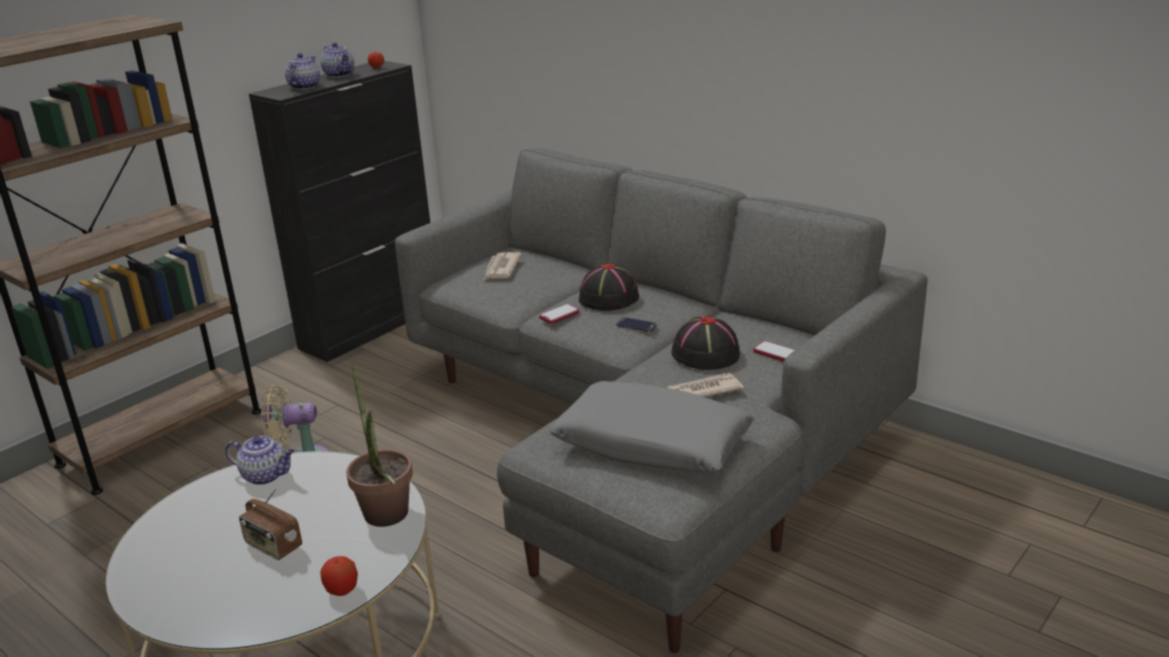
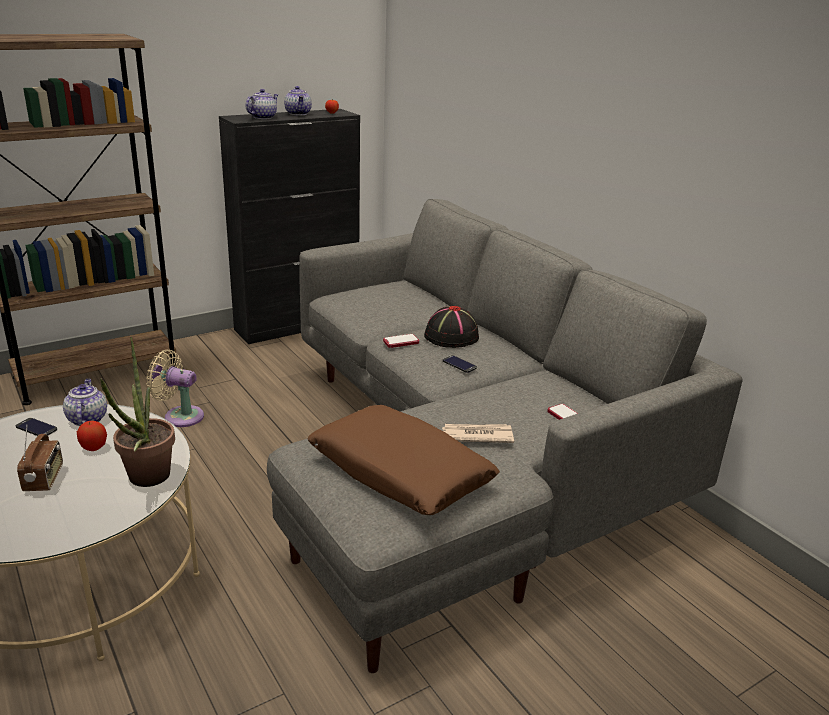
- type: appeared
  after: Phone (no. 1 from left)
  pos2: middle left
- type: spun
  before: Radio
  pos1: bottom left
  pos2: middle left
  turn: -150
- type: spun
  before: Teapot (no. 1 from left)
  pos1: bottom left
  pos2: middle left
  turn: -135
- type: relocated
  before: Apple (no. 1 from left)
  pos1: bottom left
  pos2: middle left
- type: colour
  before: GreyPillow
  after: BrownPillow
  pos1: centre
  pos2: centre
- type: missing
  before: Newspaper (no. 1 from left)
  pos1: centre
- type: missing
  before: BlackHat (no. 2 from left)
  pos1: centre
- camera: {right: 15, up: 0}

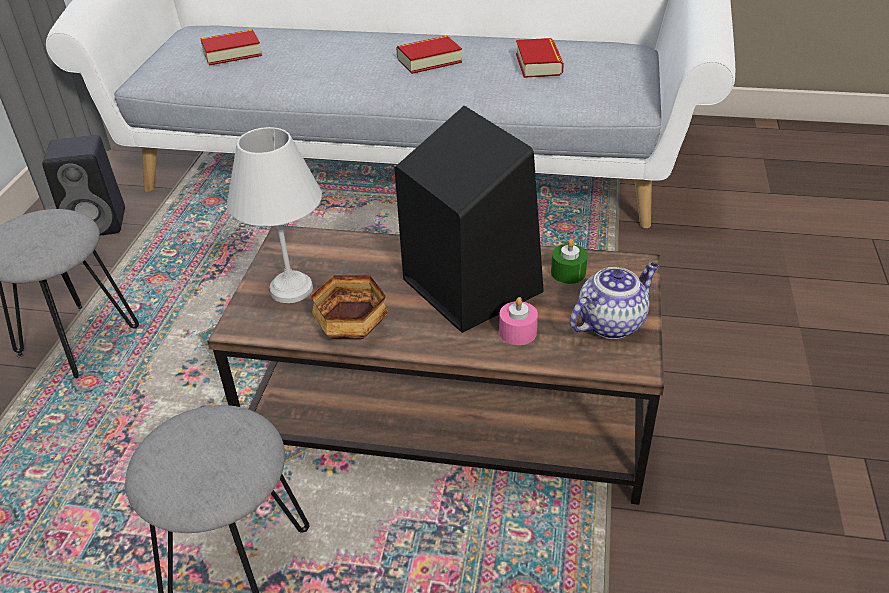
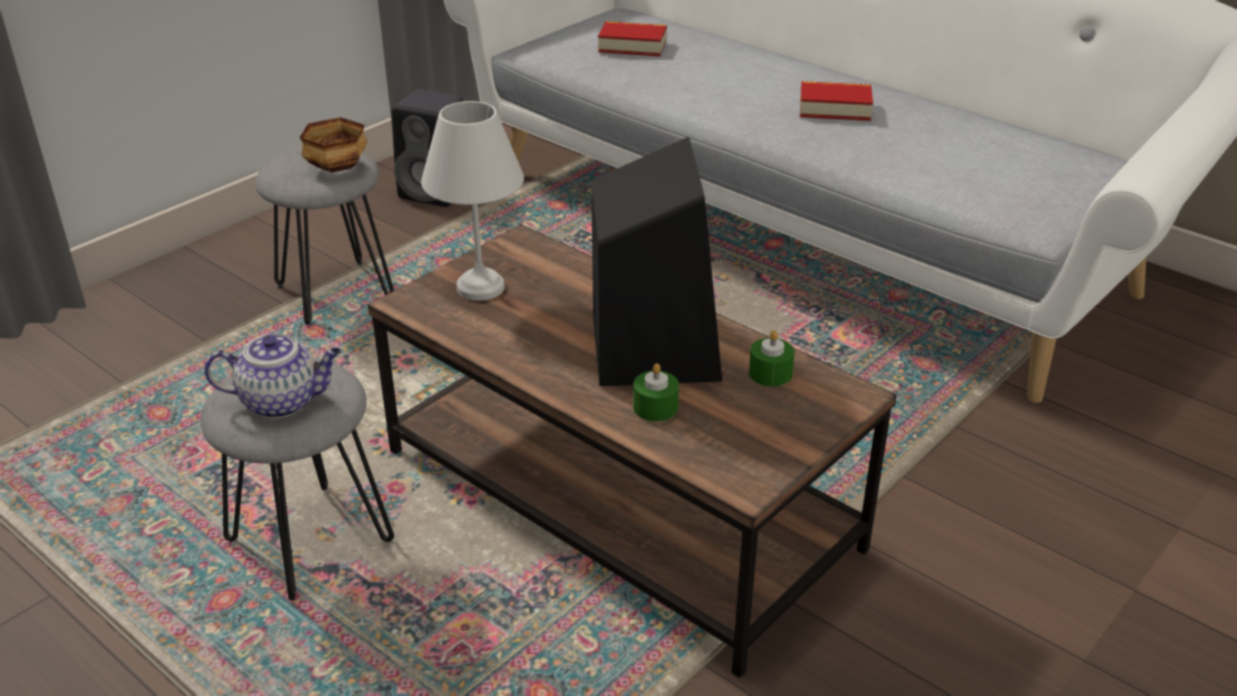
- type: relocated
  before: Teapot
  pos1: middle right
  pos2: middle left
- type: relocated
  before: Bowl
  pos1: centre
  pos2: top left
- type: colour
  before: PinkCandle
  after: GreenCandle (no. 1 from left)
  pos1: centre
  pos2: centre
- type: missing
  before: Book (no. 3 from left)
  pos1: top centre
- camera: {right: 30, up: -5}

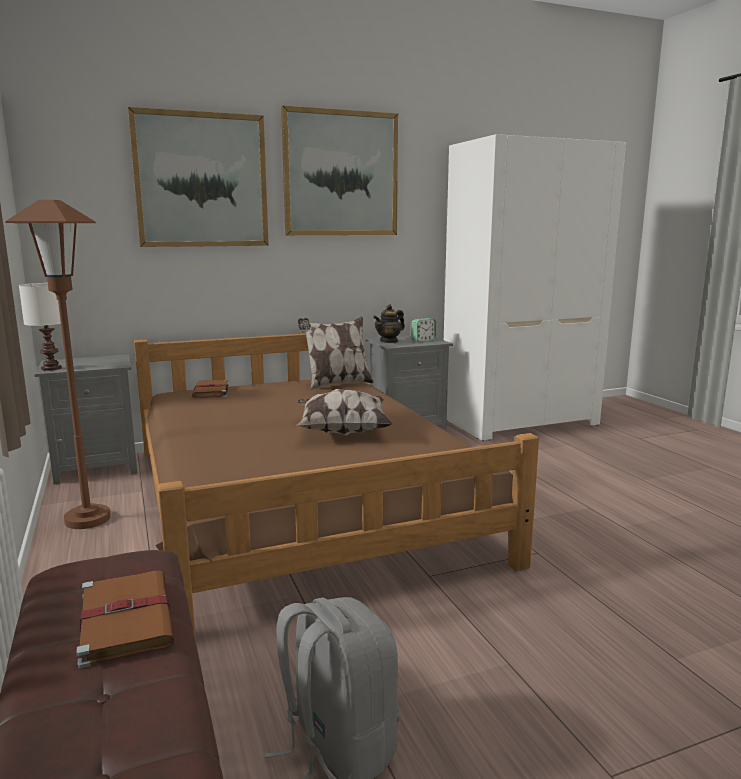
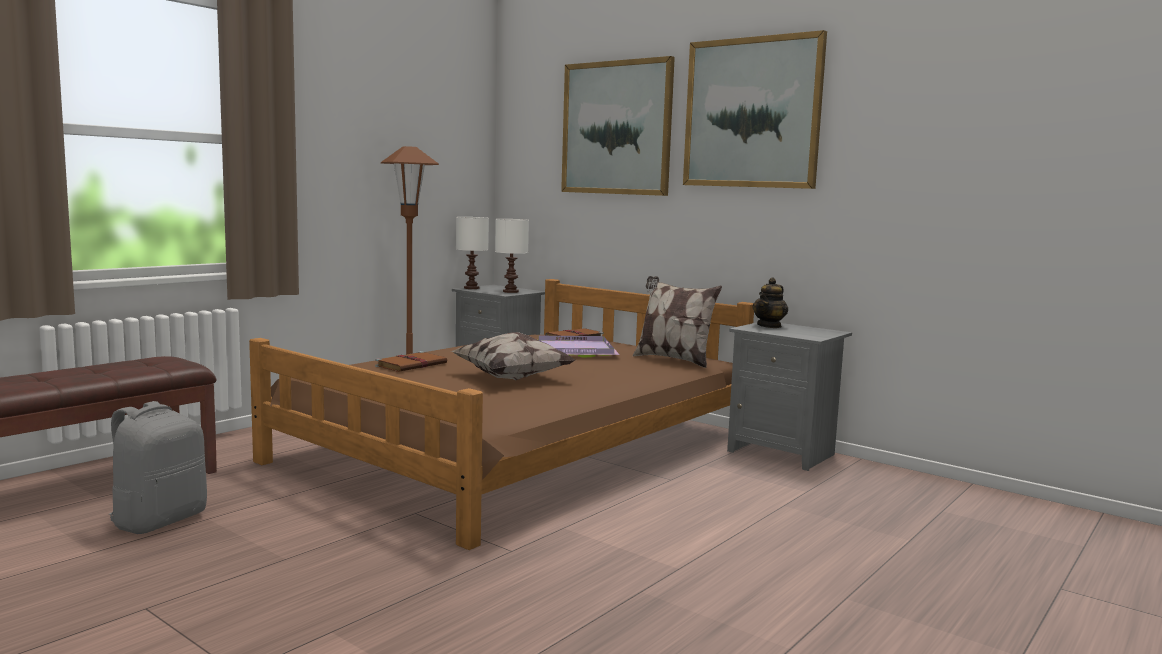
- type: relocated
  before: BrownBook (no. 1 from left)
  pos1: bottom left
  pos2: centre
- type: appeared
  after: WhiteTableLamp (no. 2 from left)
  pos2: centre
- type: appeared
  after: PurpleTray
  pos2: centre
- type: spun
  before: Teapot
  pos1: centre
  pos2: centre
  turn: -75
- type: missing
  before: AlarmClock
  pos1: centre
- type: missing
  before: WhiteWardrobe
  pos1: middle right
- camera: {right: 60, up: -5}

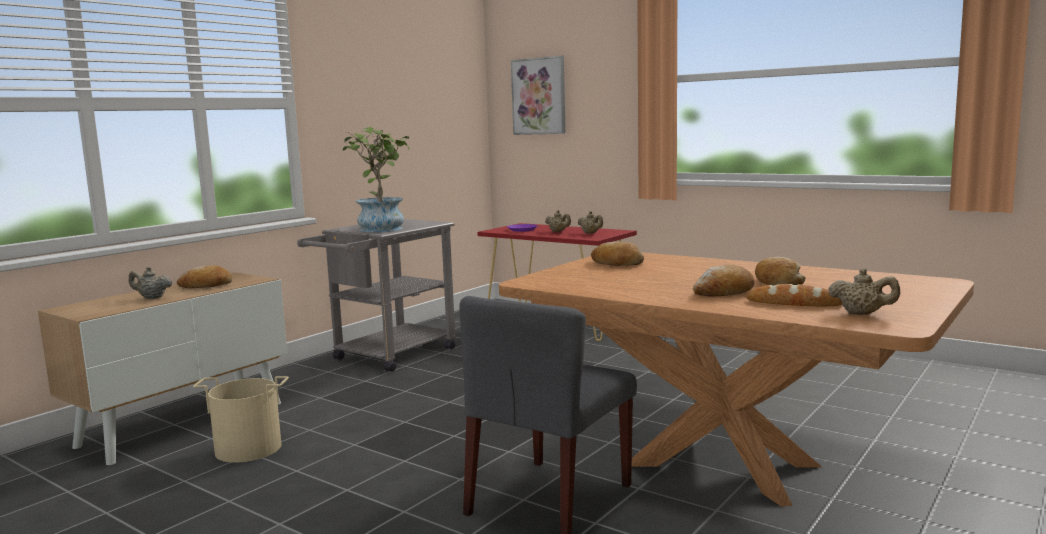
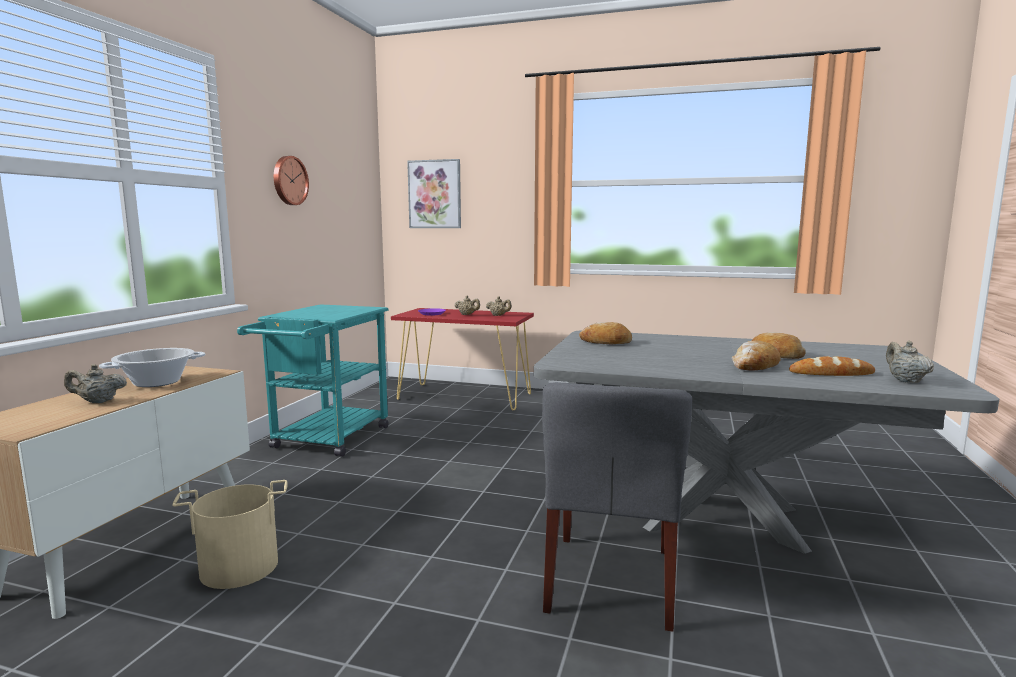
- type: exchanged
  before: Bread (no. 1 from left)
  after: CookingPot
  pos1: middle left
  pos2: middle left
- type: colour
  before: GreyCart
  after: TurquoiseCart
  pos1: centre
  pos2: middle left
- type: appeared
  after: WallClock
  pos2: top left
- type: colour
  before: BrownDiningTable
  after: GreyDiningTable
  pos1: bottom right
  pos2: middle right
- type: spun
  before: BeigeTeapot (no. 4 from left)
  pos1: middle right
  pos2: middle right
  turn: -105
- type: missing
  before: PottedPlant
  pos1: centre
- camera: {right: -20, up: 0}

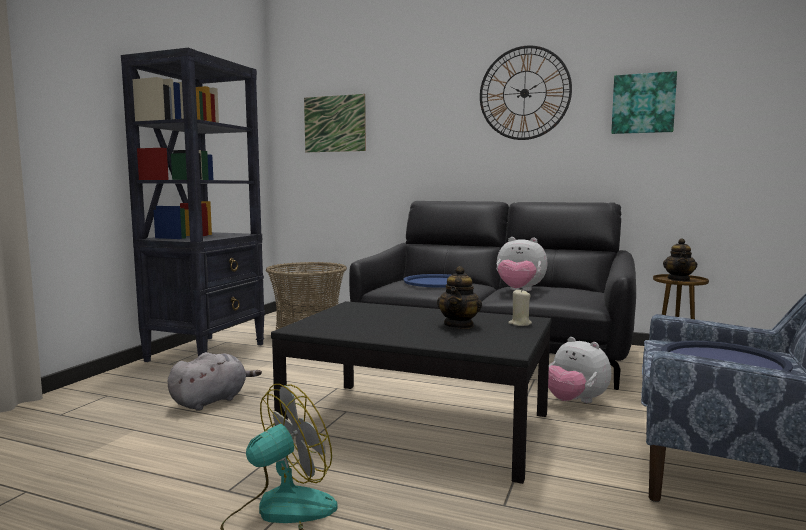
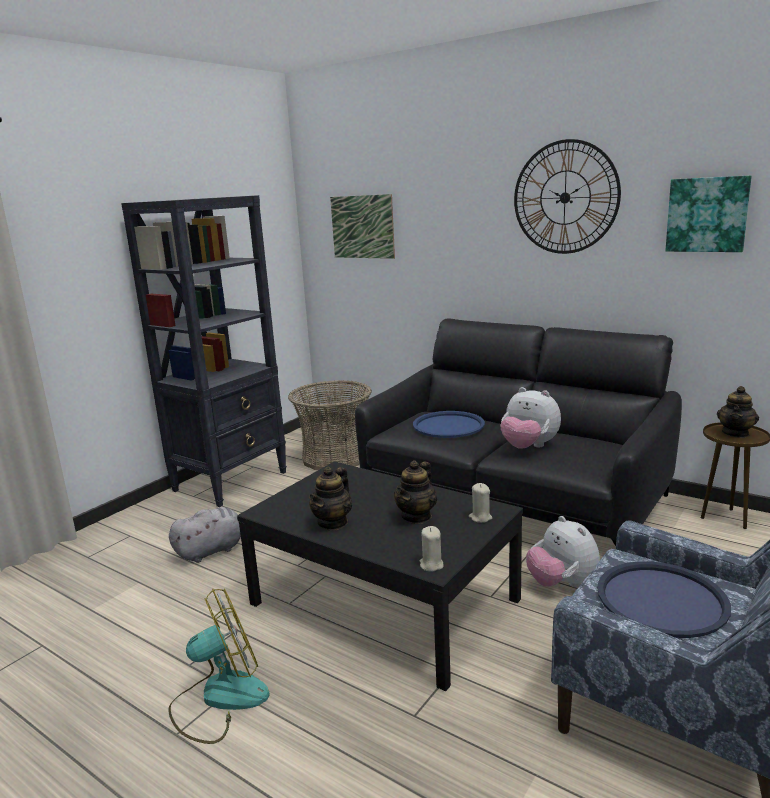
- type: appeared
  after: Teapot (no. 1 from left)
  pos2: centre
- type: appeared
  after: BeigeCandle (no. 1 from left)
  pos2: bottom centre
- camera: {right: 15, up: 10}

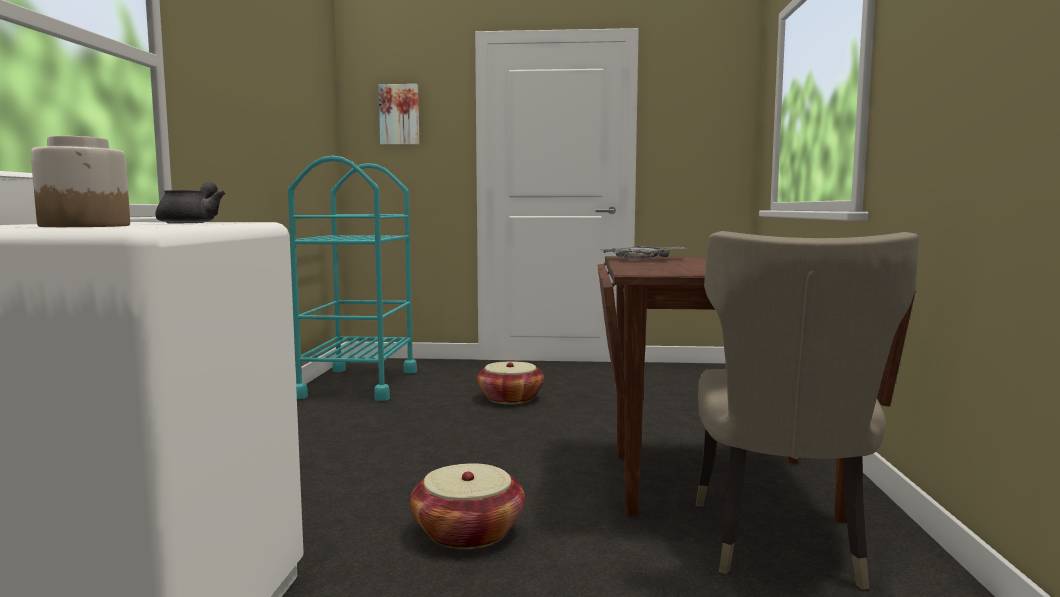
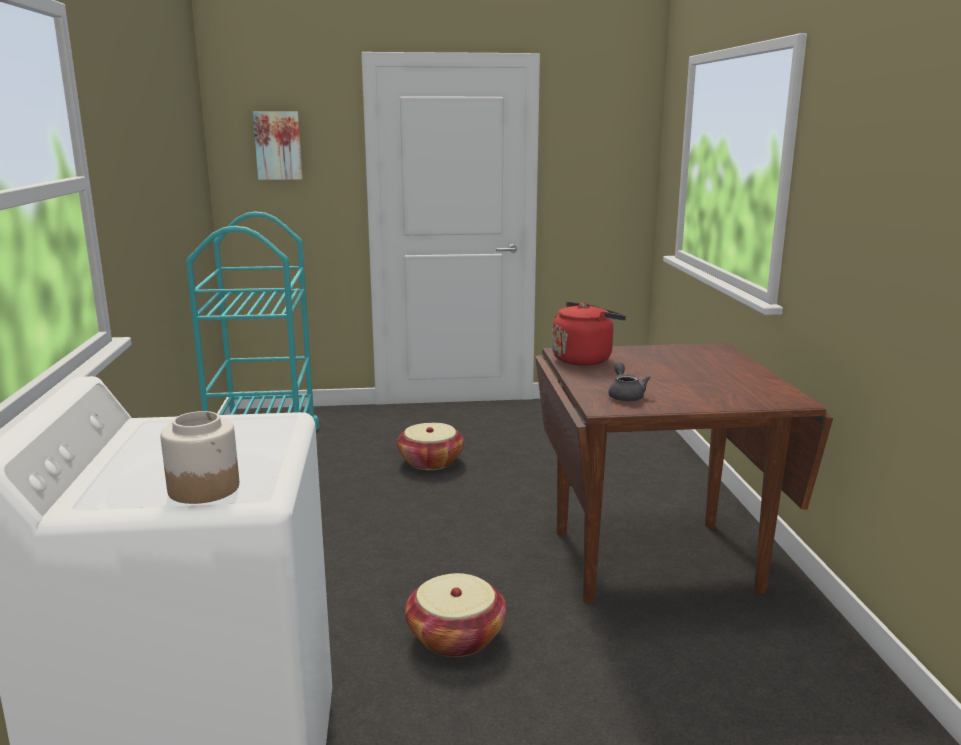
- type: exchanged
  before: Tray
  after: RedKettle
  pos1: centre
  pos2: centre
- type: relocated
  before: GreyTeapot
  pos1: middle left
  pos2: centre
- type: missing
  before: BeigeChair
  pos1: bottom right
- camera: {right: -10, up: 10}

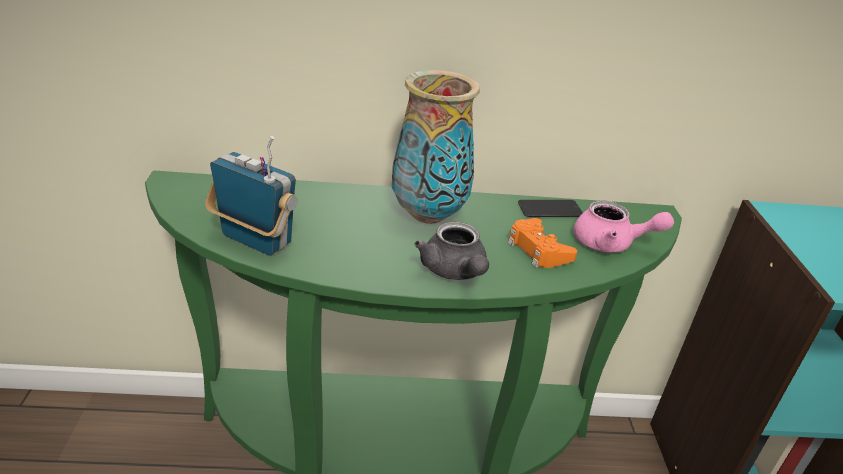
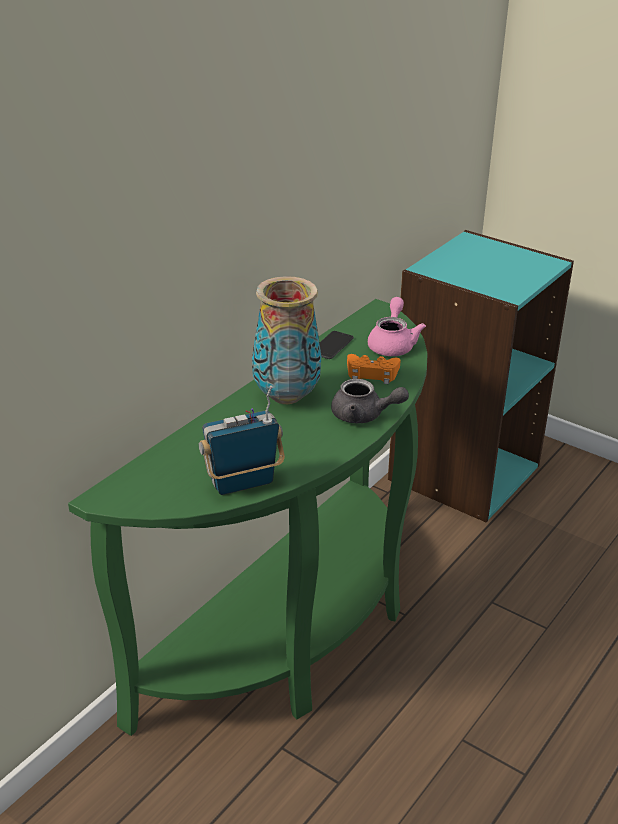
- type: spun
  before: PinkTeapot
  pos1: middle right
  pos2: centre
  turn: -45
- camera: {right: -50, up: 0}

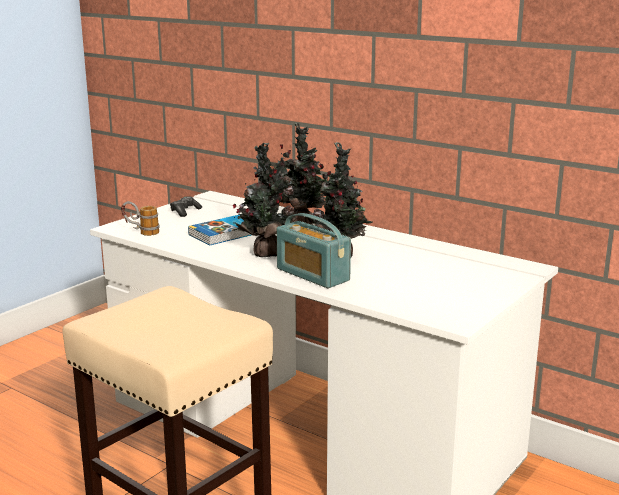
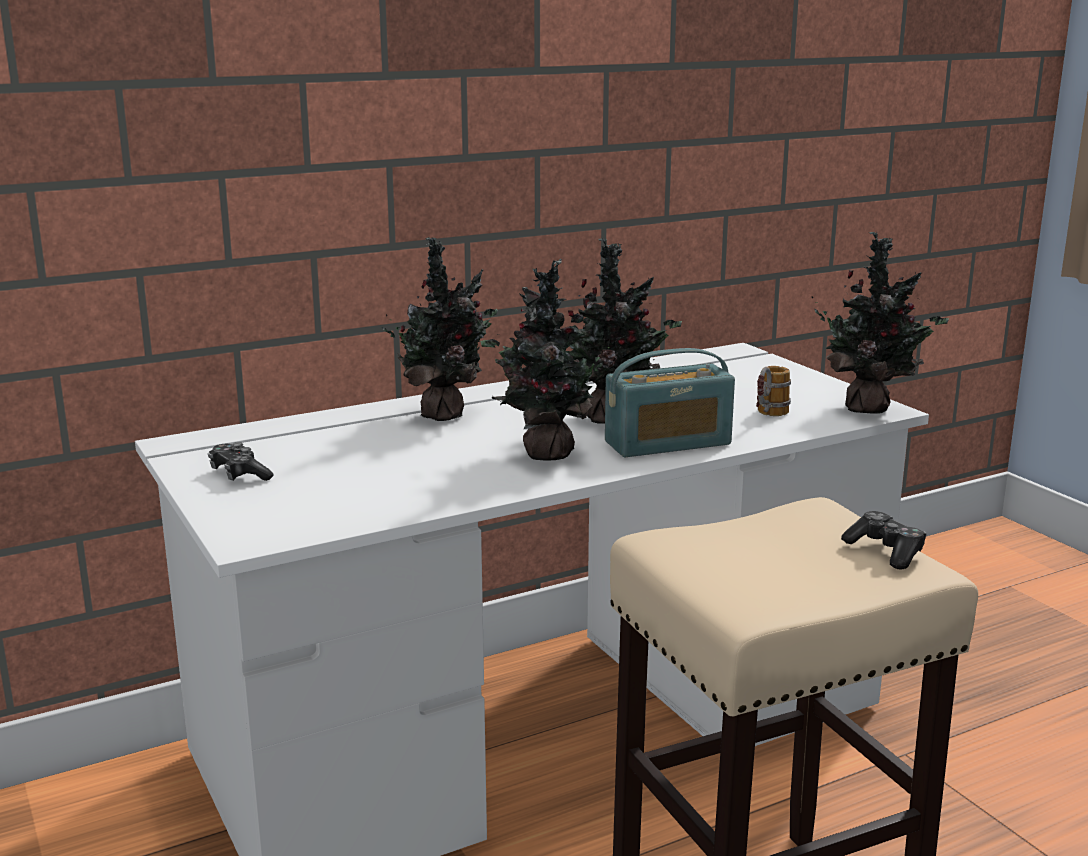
- type: relocated
  before: Mug
  pos1: middle left
  pos2: middle right
- type: appeared
  after: PottedPlant (no. 4 from left)
  pos2: middle right
- type: appeared
  after: GameController (no. 2 from left)
  pos2: middle right
- type: missing
  before: Book
  pos1: centre
- camera: {right: -65, up: 0}

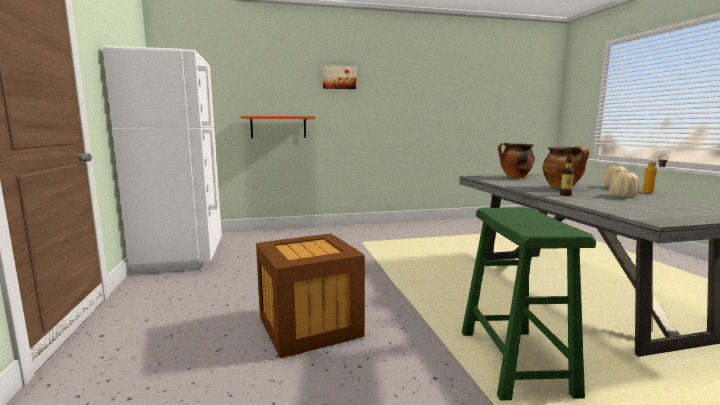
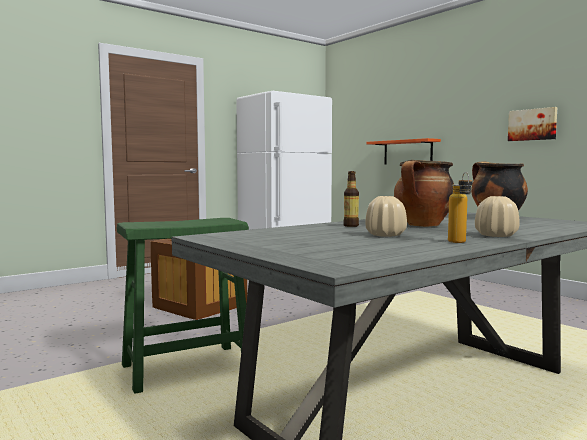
- type: relocated
  before: Picture
  pos1: top centre
  pos2: top right
- camera: {right: 65, up: -5}

